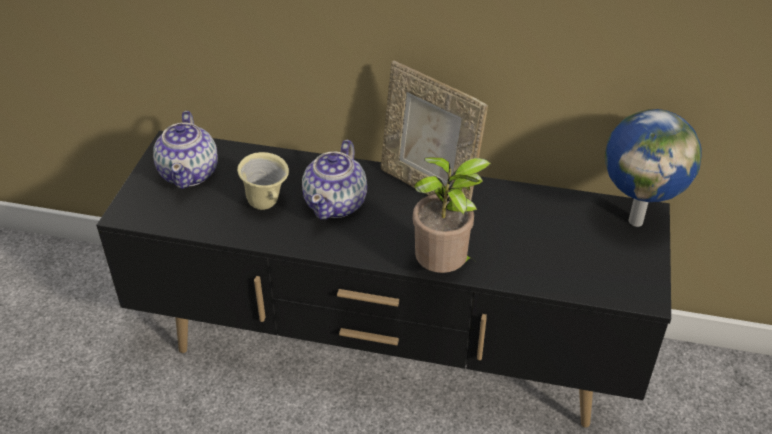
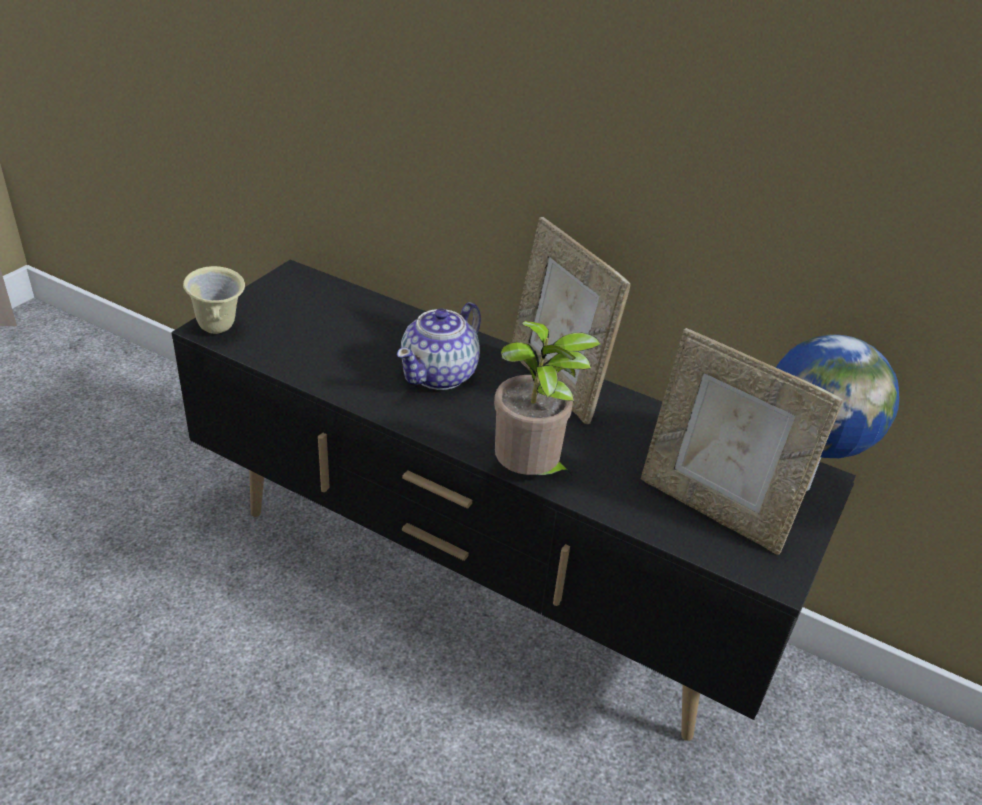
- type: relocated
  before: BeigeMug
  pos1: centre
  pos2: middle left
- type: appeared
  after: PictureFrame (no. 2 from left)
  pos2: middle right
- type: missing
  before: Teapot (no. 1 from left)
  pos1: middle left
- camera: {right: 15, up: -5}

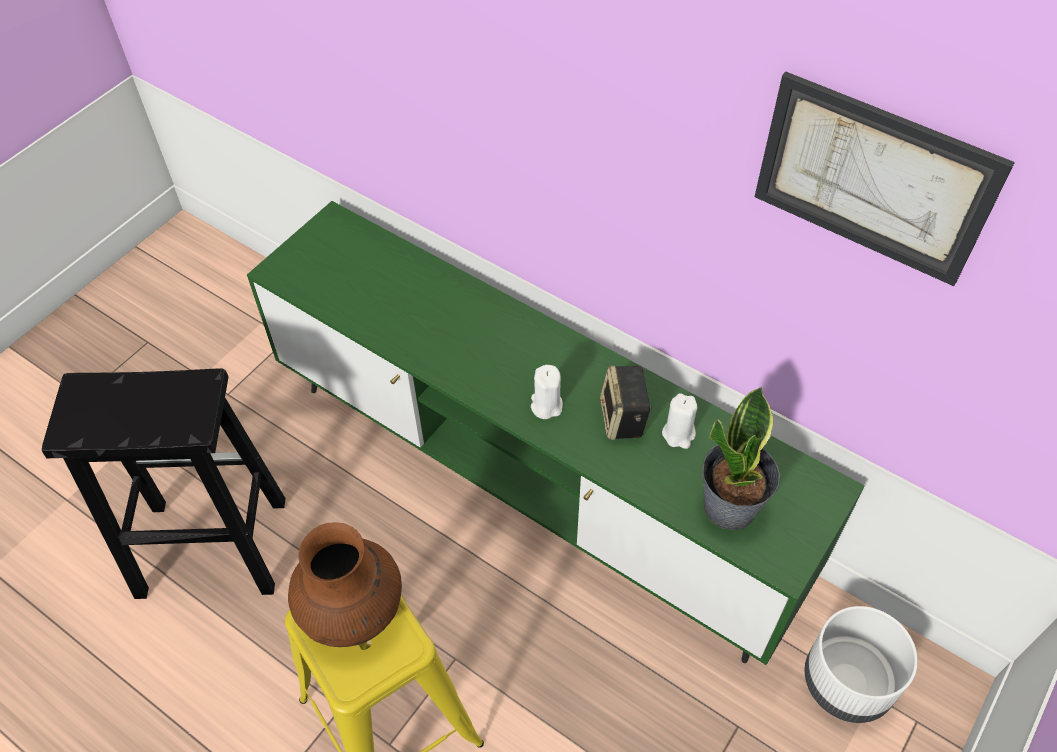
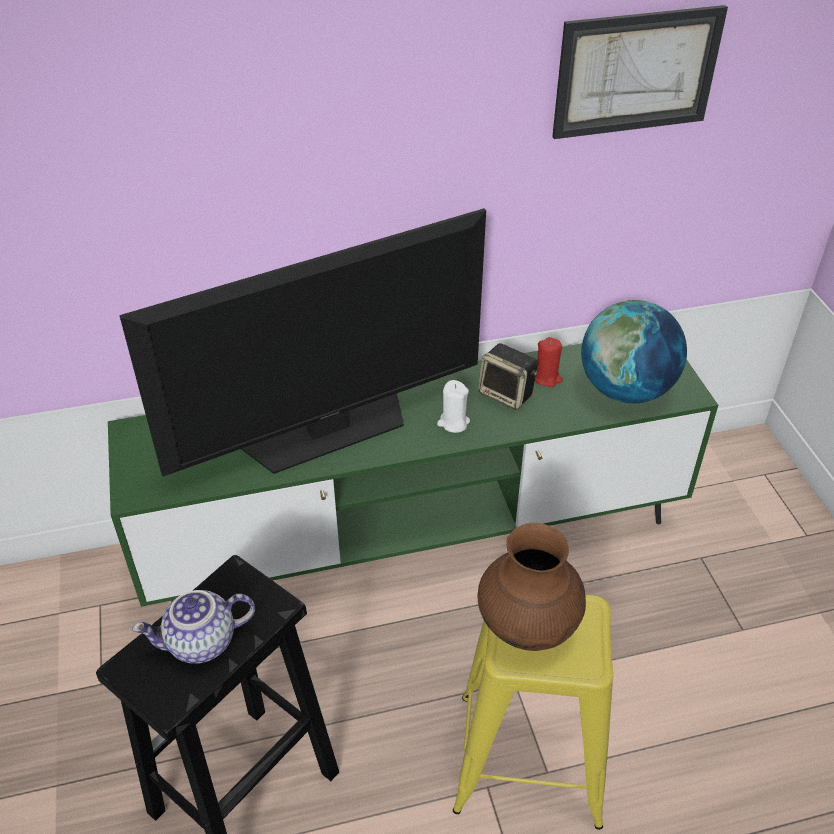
- type: appeared
  after: Television
  pos2: centre
- type: appeared
  after: Teapot
  pos2: bottom left
- type: colour
  before: WhiteCandle (no. 2 from left)
  after: RedCandle
  pos1: centre
  pos2: centre
- type: exchanged
  before: PottedPlant
  after: Globe
  pos1: middle right
  pos2: middle right
- type: missing
  before: WhitePlanter
  pos1: bottom right
- camera: {right: -50, up: -10}

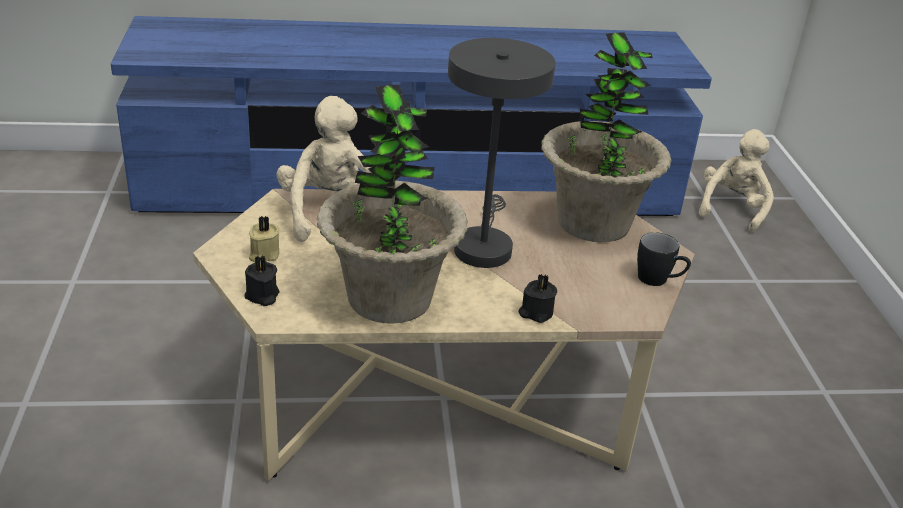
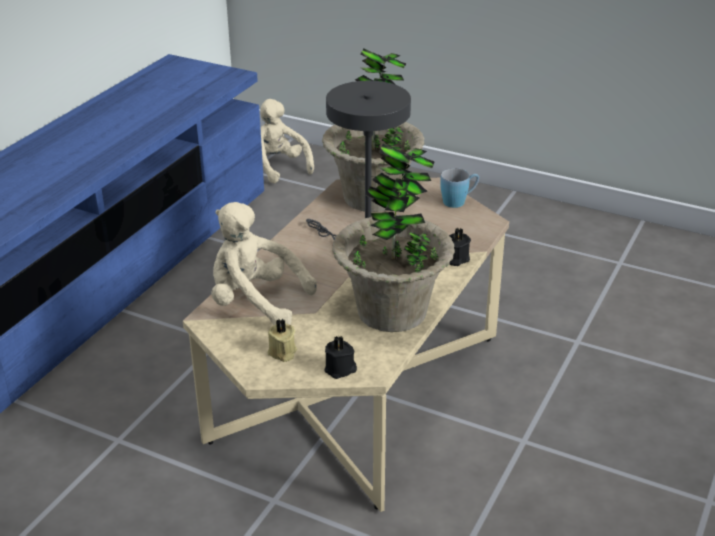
- type: colour
  before: BlackMug
  after: BlueMug
  pos1: middle right
  pos2: centre
- camera: {right: -55, up: 0}

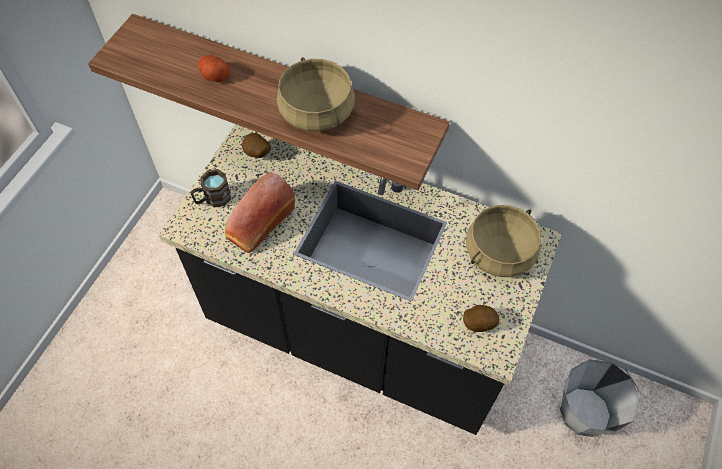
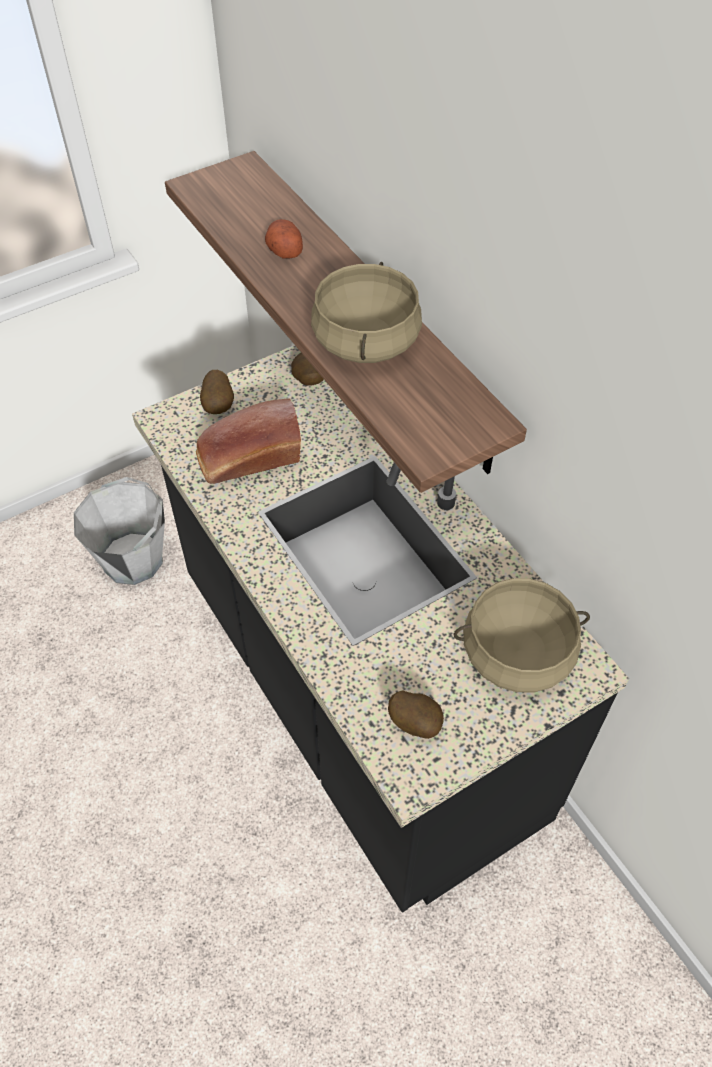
- type: relocated
  before: GreyBucket
  pos1: bottom right
  pos2: middle left
- type: exchanged
  before: BrownMug
  after: Potato (no. 1 from left)
  pos1: middle left
  pos2: middle left
- camera: {right: 35, up: -5}

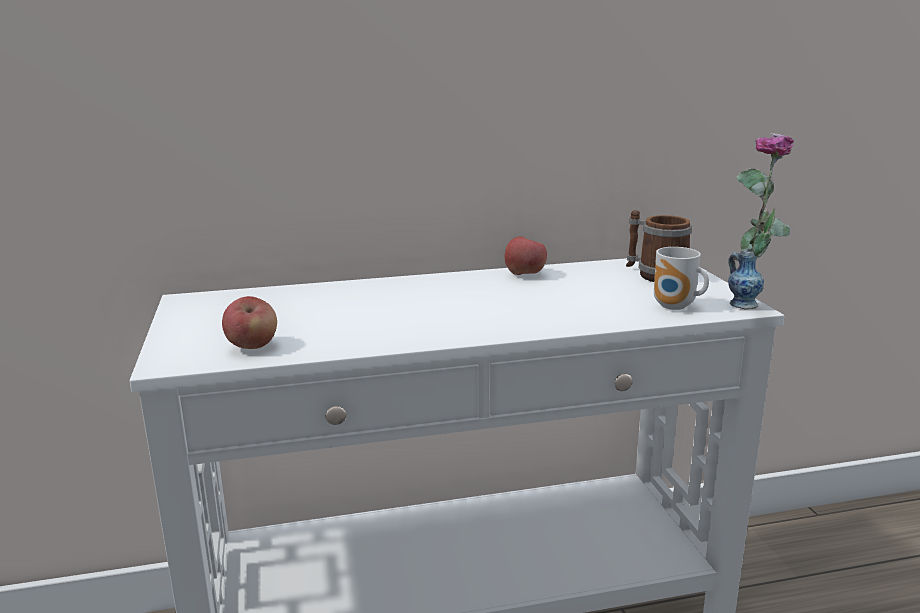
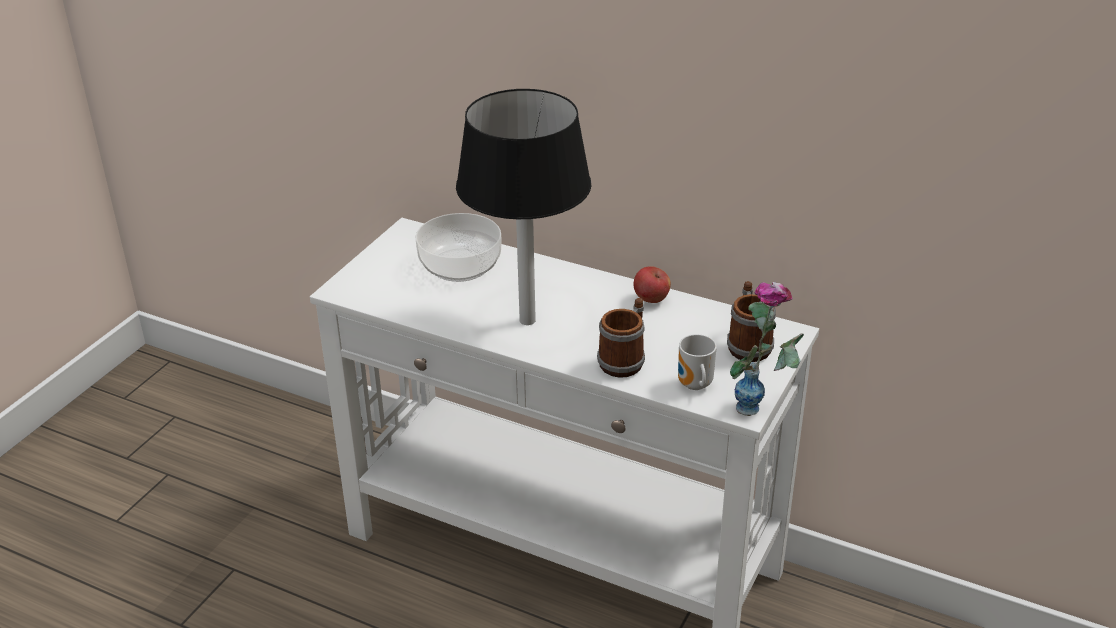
- type: appeared
  after: Bowl
  pos2: centre
- type: appeared
  after: BlackTableLamp
  pos2: top centre
- type: appeared
  after: Mug (no. 1 from left)
  pos2: centre
- type: missing
  before: Apple (no. 1 from left)
  pos1: middle left
- camera: {right: 40, up: 15}

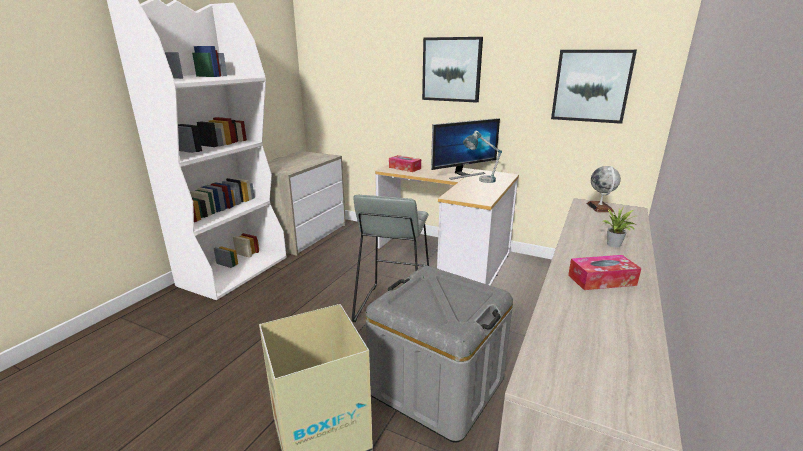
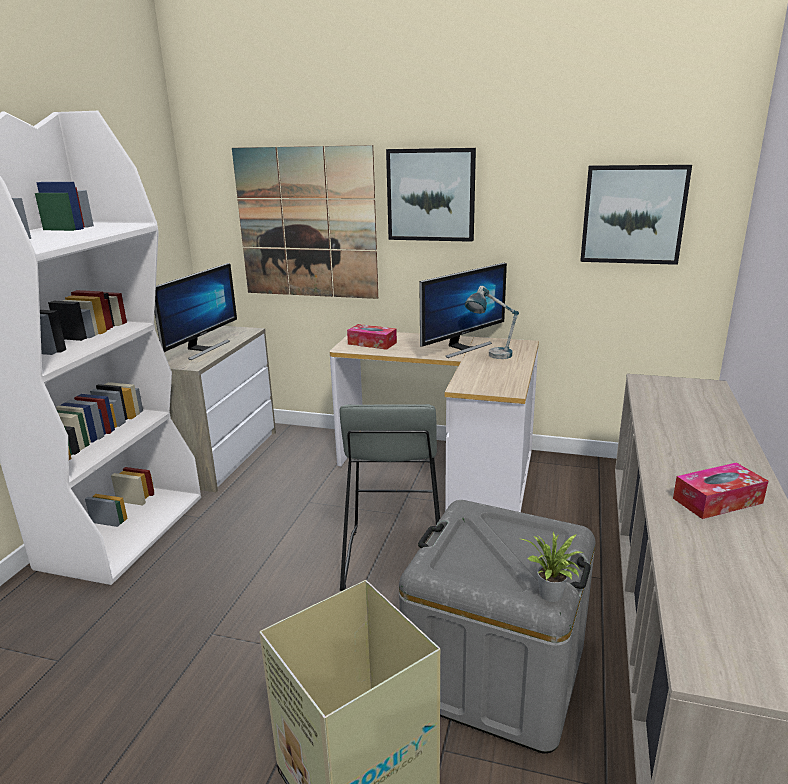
- type: appeared
  after: Monitor (no. 1 from left)
  pos2: middle left
- type: appeared
  after: Picture (no. 1 from left)
  pos2: top centre
- type: relocated
  before: PottedPlant
  pos1: middle right
  pos2: bottom right
- type: missing
  before: Globe
  pos1: middle right
- camera: {right: -10, up: 0}

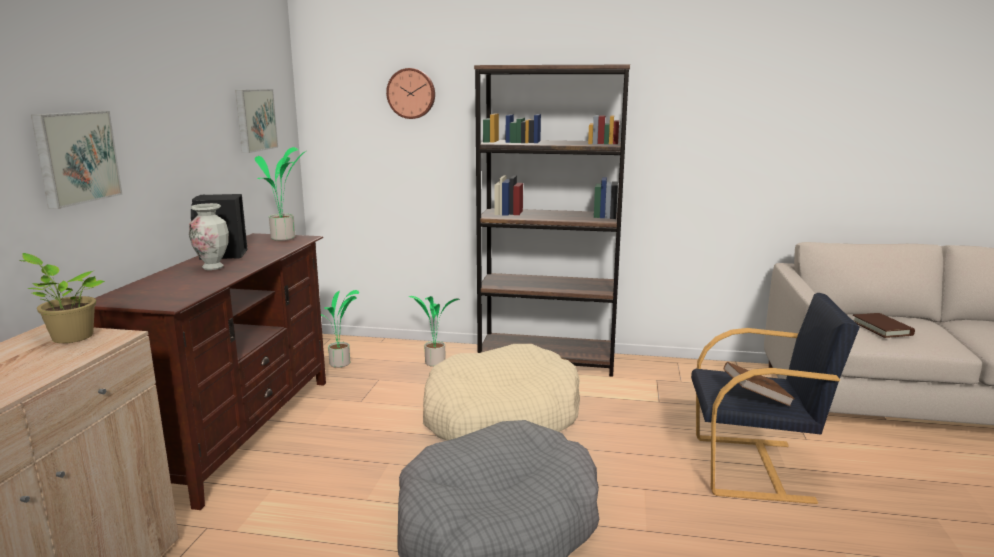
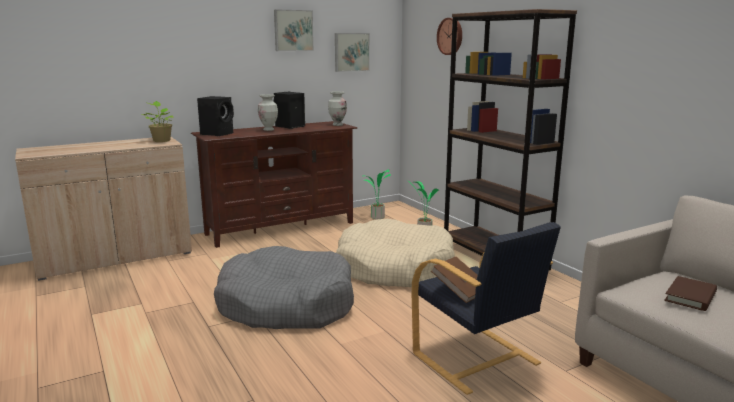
- type: appeared
  after: BlackSpeaker (no. 1 from left)
  pos2: top left
- type: relocated
  before: Picture (no. 1 from left)
  pos1: top left
  pos2: top centre
- type: exchanged
  before: PottedPlant (no. 2 from left)
  after: Vase (no. 2 from left)
  pos1: middle left
  pos2: top centre
- camera: {right: 50, up: 0}

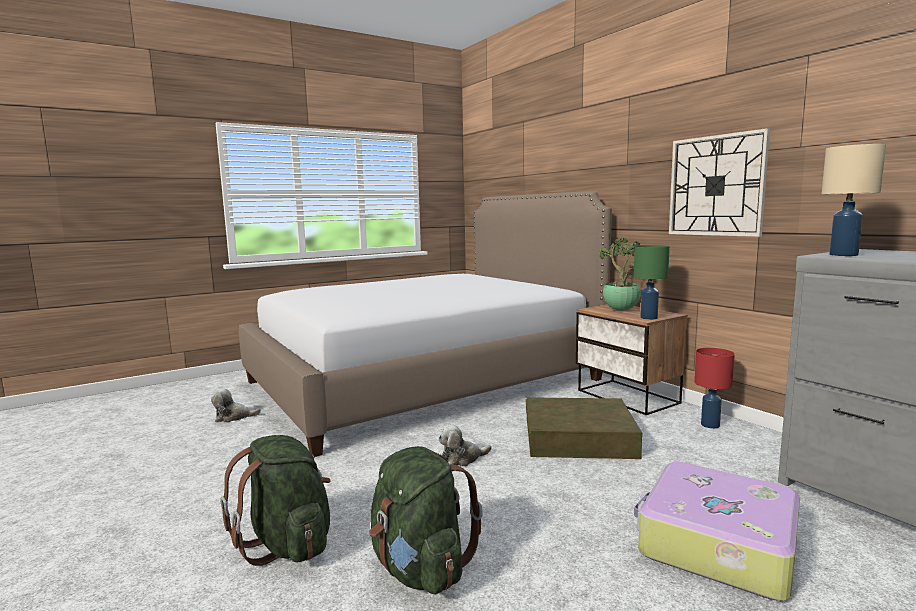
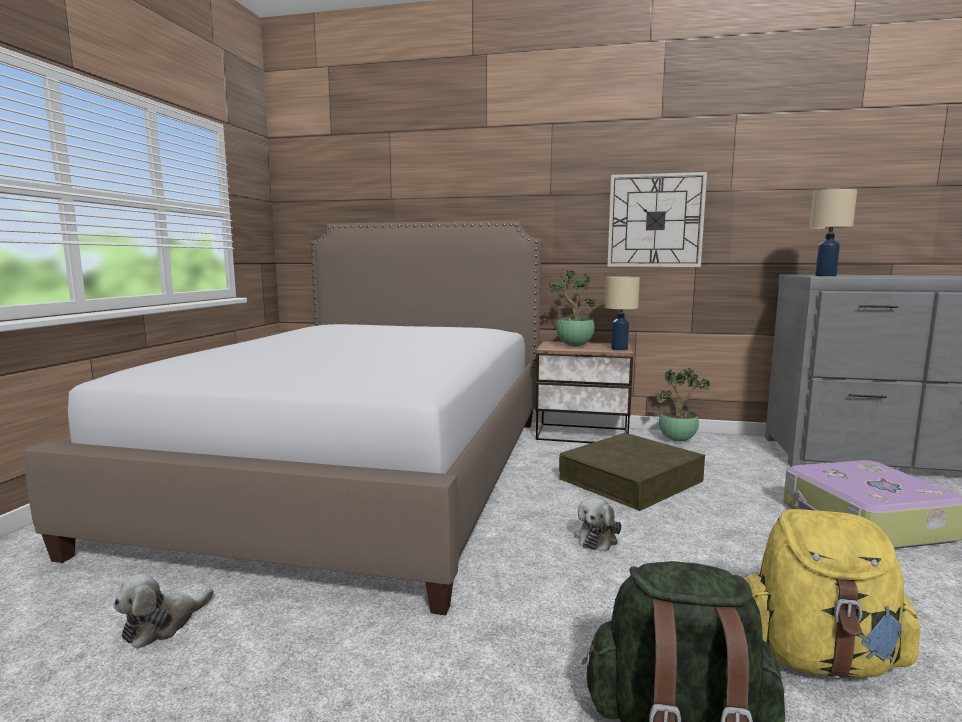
- type: colour
  before: GreenTableLamp
  after: BeigeTableLamp (no. 1 from left)
  pos1: middle right
  pos2: centre
- type: exchanged
  before: RedTableLamp
  after: PottedPlant (no. 2 from left)
  pos1: middle right
  pos2: middle right
- type: colour
  before: GreenBackpack (no. 2 from left)
  after: YellowBackpack
  pos1: bottom centre
  pos2: bottom right
- camera: {right: -45, up: 0}

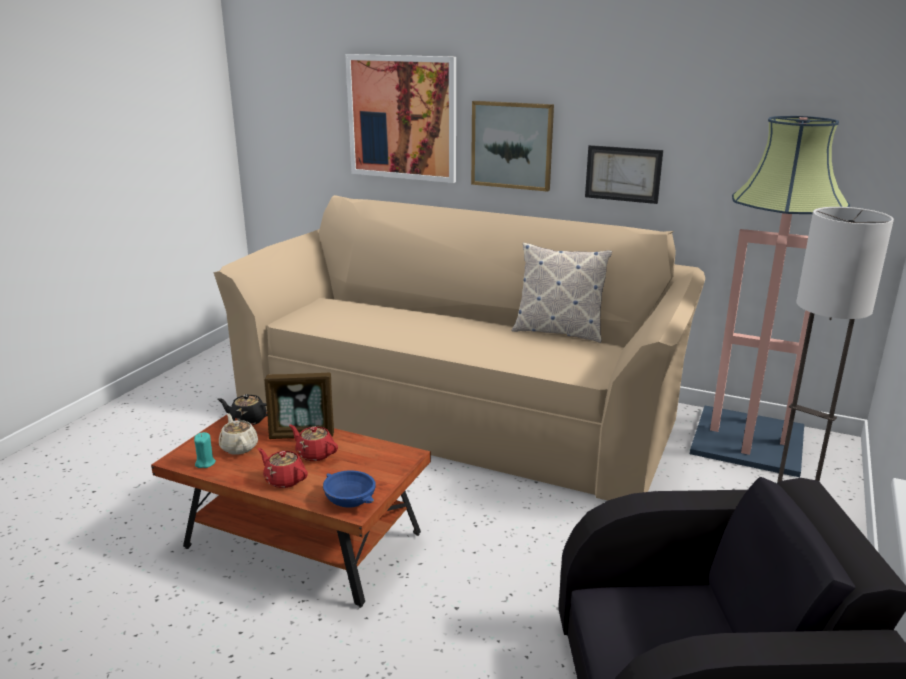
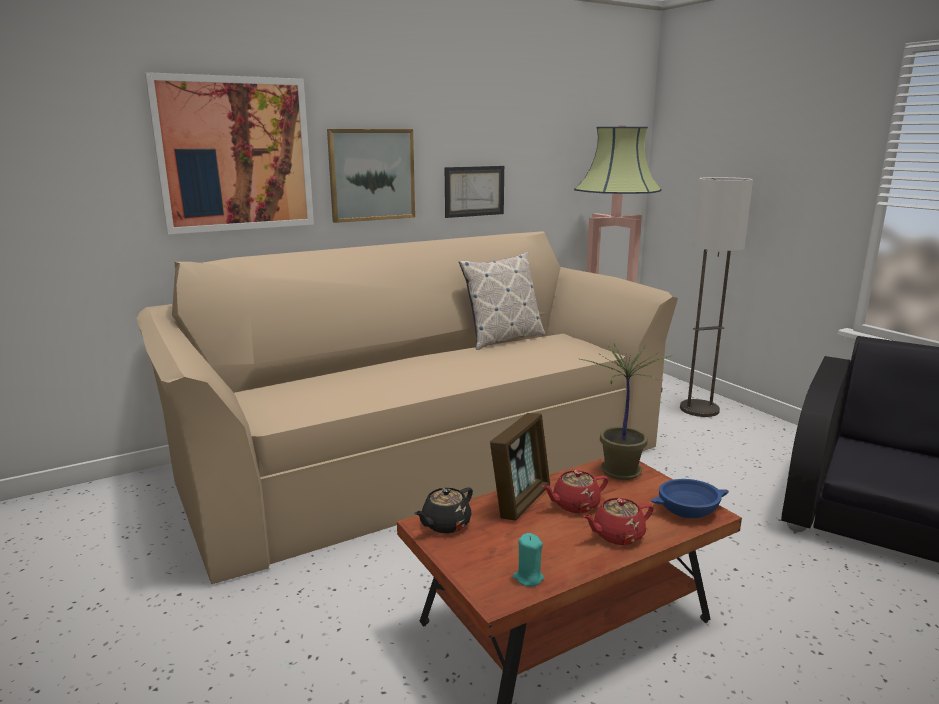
- type: appeared
  after: PottedPlant
  pos2: middle right
- type: missing
  before: BeigeTeapot
  pos1: middle left
- camera: {right: -55, up: -5}

